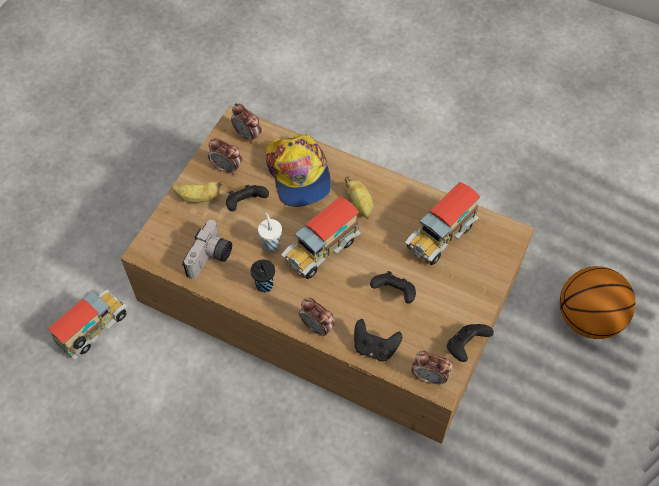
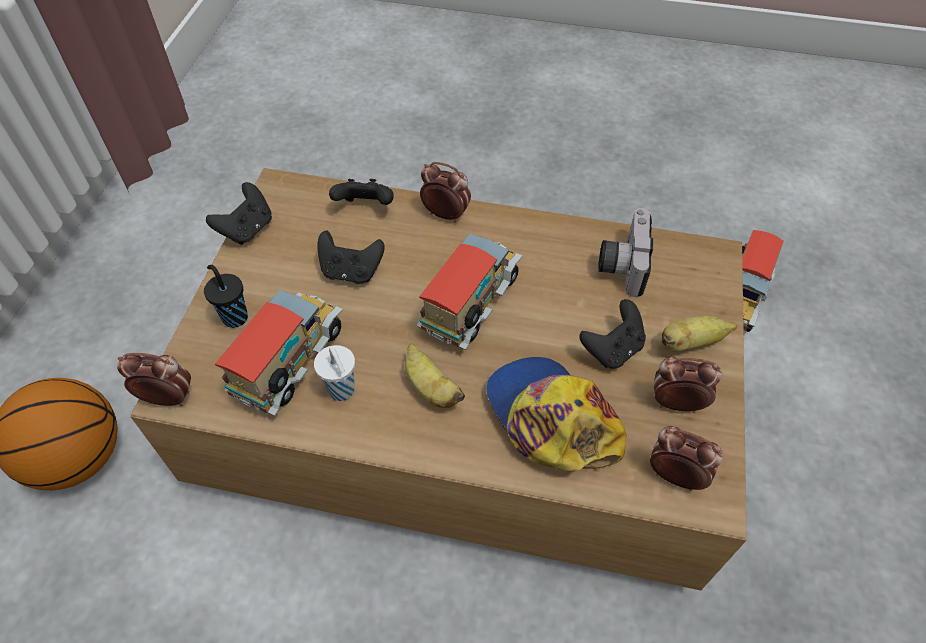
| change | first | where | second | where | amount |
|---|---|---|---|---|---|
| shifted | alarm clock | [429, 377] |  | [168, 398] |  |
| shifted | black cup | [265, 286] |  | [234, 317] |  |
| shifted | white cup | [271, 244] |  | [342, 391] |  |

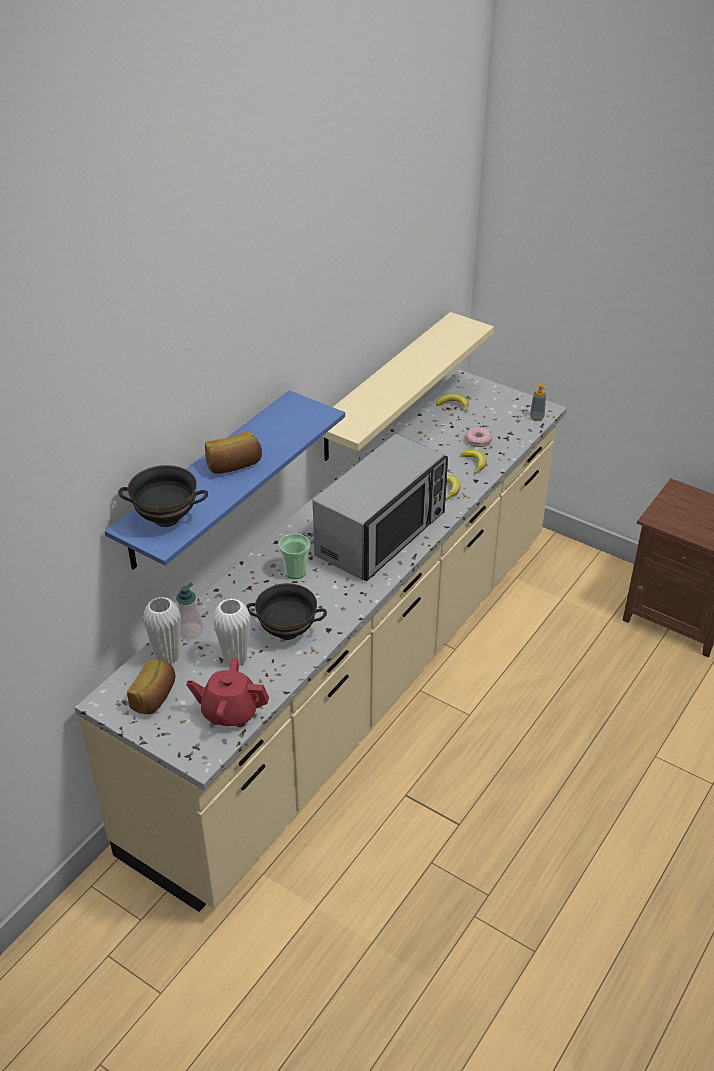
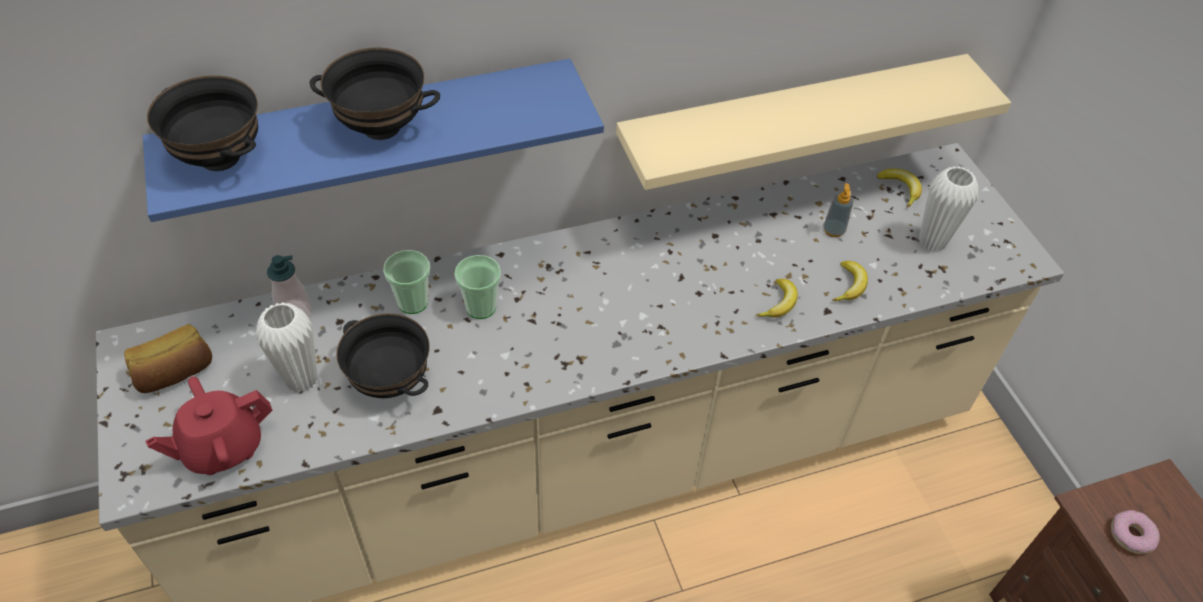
| change | first | where | second | where | amount |
|---|---|---|---|---|---|
| rotated | red teapot | [230, 712] |  | [222, 447] | 75 degrees counterclockwise |
| swapped | bread | [234, 465] | black bowl | [381, 128] |  |
| new |  |  | cup | [413, 302] |  |
| shifted | soap dispenser | [536, 417] |  | [834, 230] |  |
| shifted | white vase | [167, 657] |  | [932, 241] |  |
| shifted | donut | [478, 440] |  | [1131, 535] |  |
| gone | microwave | [381, 534] |  |  |  |

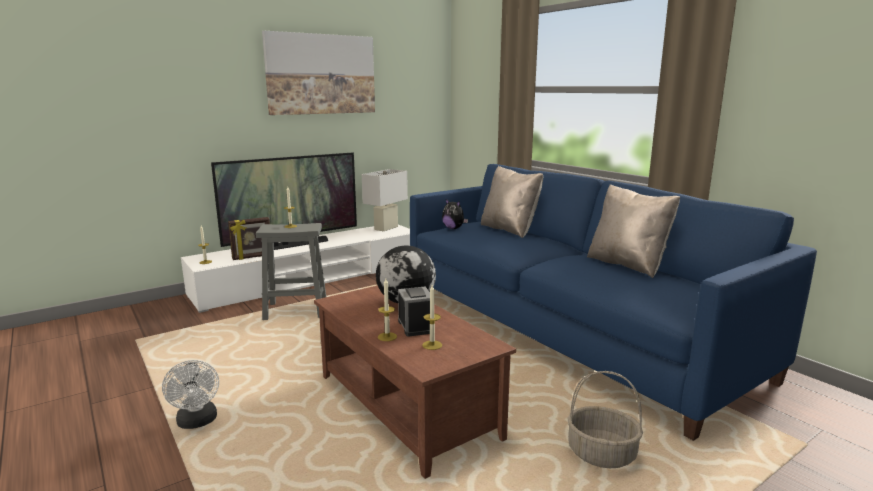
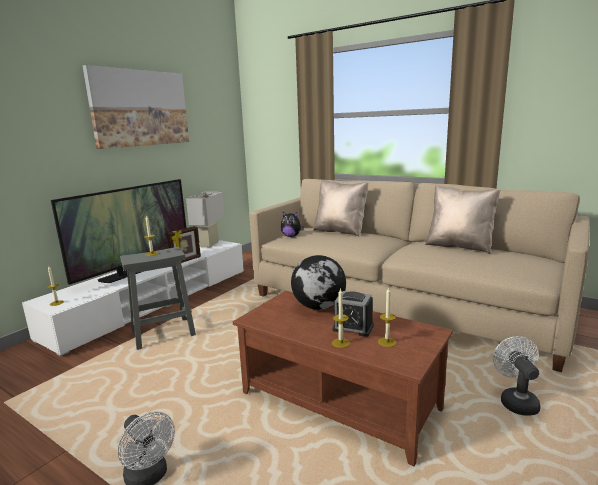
| change | first | where | second | where | amount |
|---|---|---|---|---|---|
| shifted | picture frame | [252, 257] |  | [186, 261] |  |
| repainted | blue sofa | [565, 330] | beige sofa | [401, 305] |  |
| rotated | alarm clock | [416, 326] |  | [353, 327] | 150 degrees clockwise |
| swapped | basket | [600, 454] | white fan | [516, 401] |  |

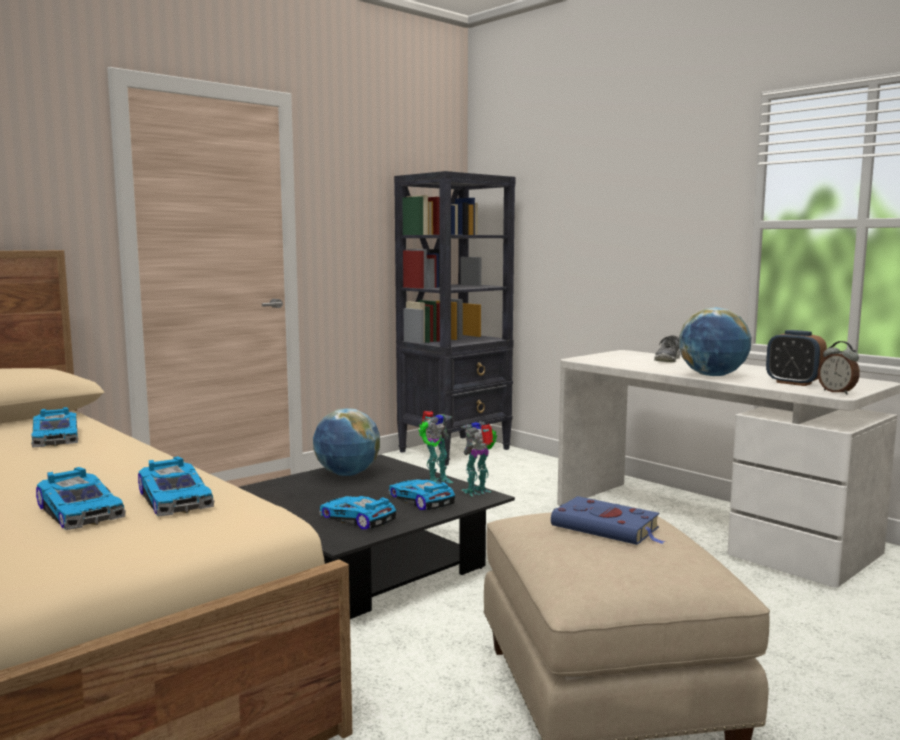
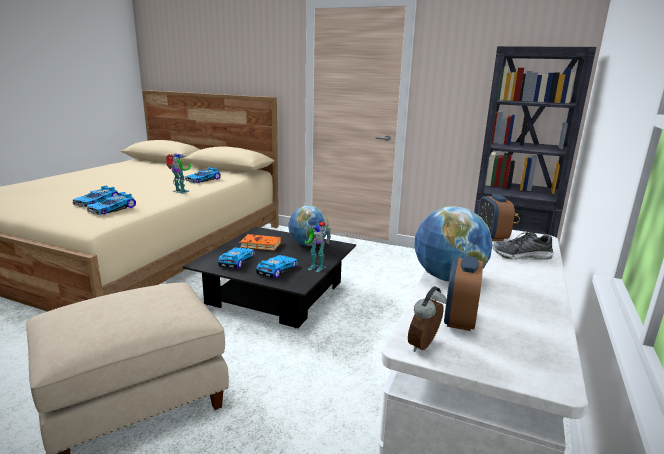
| change | first | where | second | where | amount |
|---|---|---|---|---|---|
| shifted | toy robot | [478, 492] |  | [180, 192] |  |
| new |  |  | orange book | [259, 245] |  |
| new |  |  | alarm clock | [491, 236] |  |
| gone | blue book | [608, 528] |  |  |  |

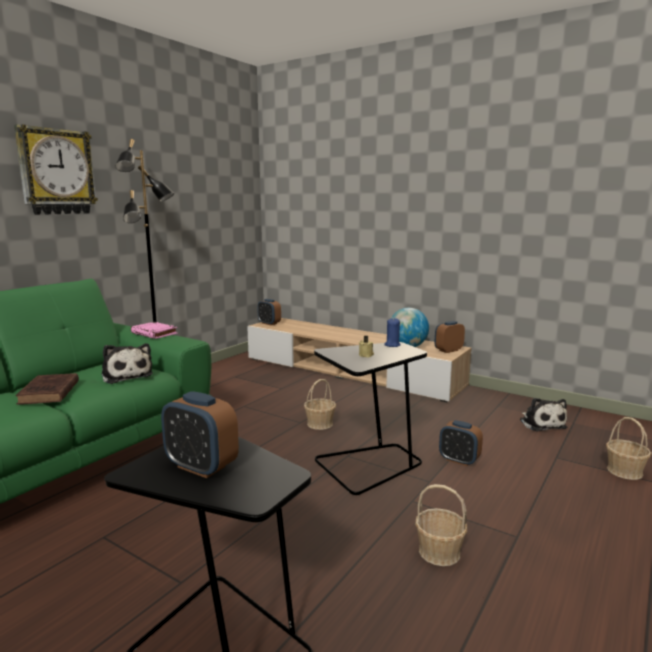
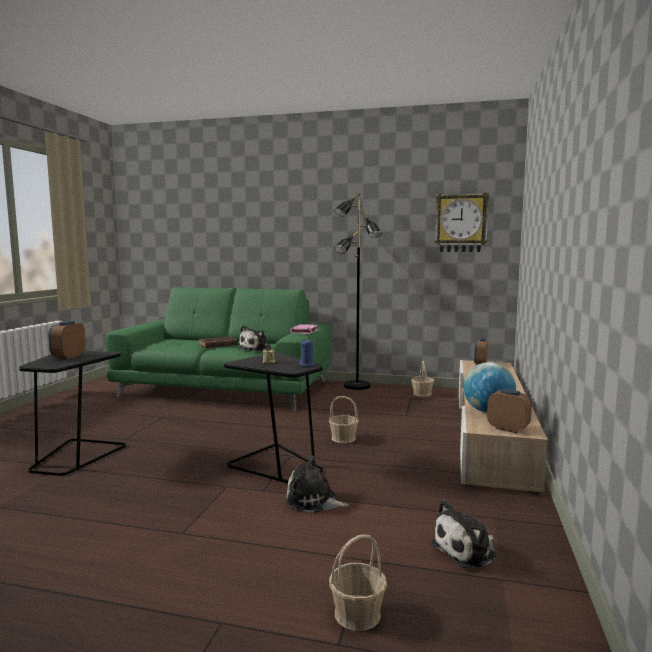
| change | first | where | second | where | amount |
|---|---|---|---|---|---|
| swapped | alarm clock | [459, 460] | plush toy | [313, 501] |  |
| shifted | basket | [439, 552] |  | [422, 394] |  |
| shifted | wall clock | [56, 172] |  | [461, 223] |  |

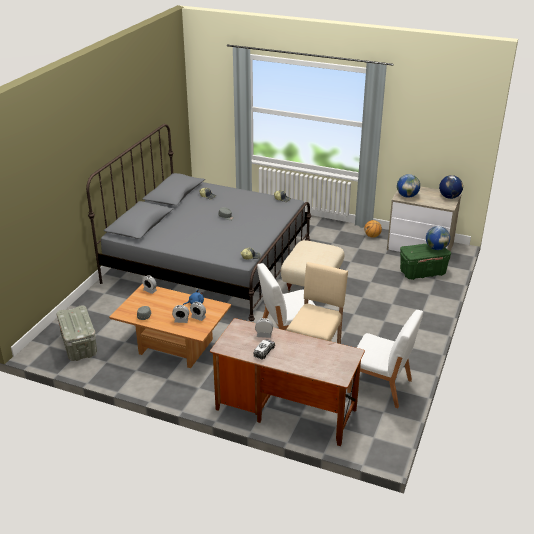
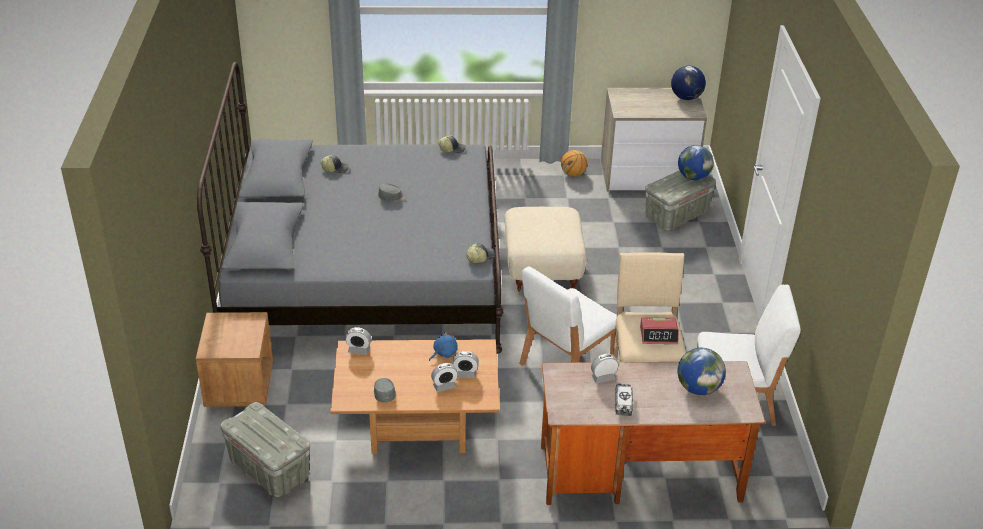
| change | first | where | second | where | amount |
|---|---|---|---|---|---|
| new |  |  | brown nightstand | [239, 386] |  |
| new |  |  | alarm clock | [659, 335] |  |
| repainted | green storage box | [422, 272] | grey storage box | [676, 215] |  |
| shifted | globe | [407, 196] |  | [698, 388] |  |

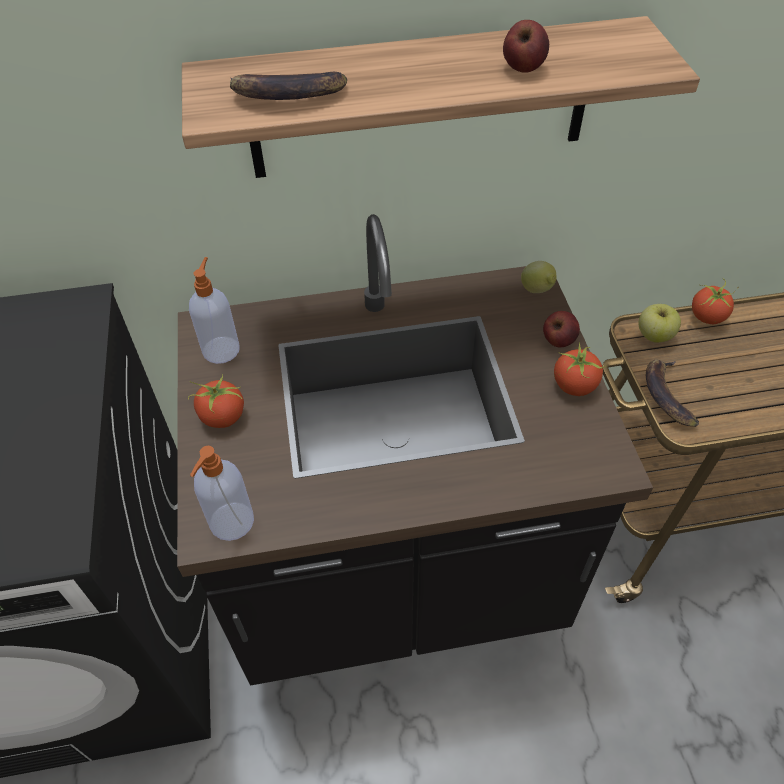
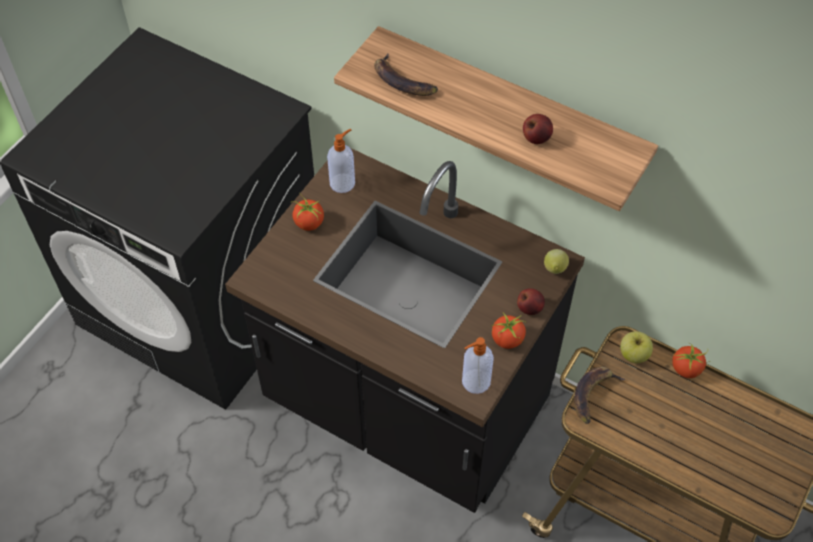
| change | first | where | second | where | amount |
|---|---|---|---|---|---|
| shifted | soap dispenser | [231, 523] |  | [475, 382] |  |

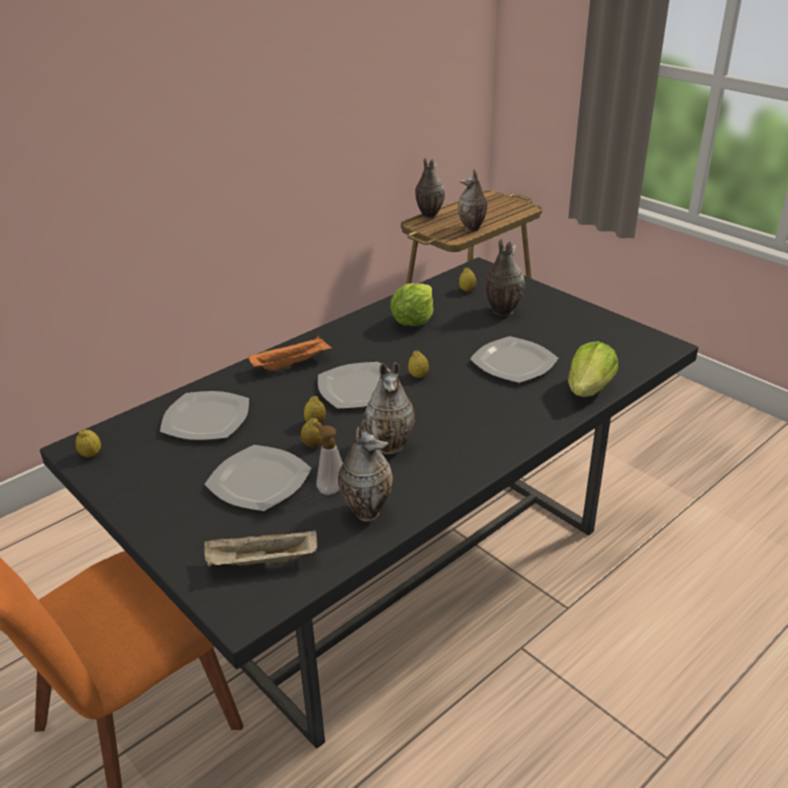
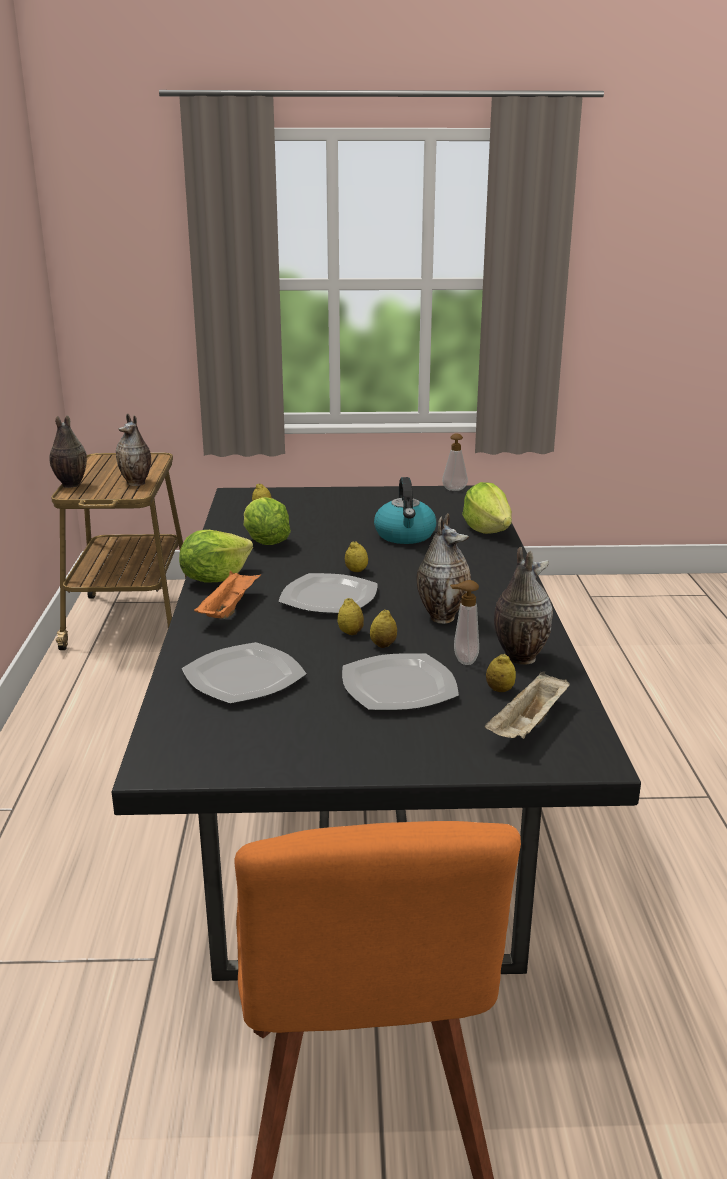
| change | first | where | second | where | amount |
|---|---|---|---|---|---|
| new |  |  | lettuce | [214, 578] |  |
| swapped | plate | [514, 362] | kettle | [405, 536] |  |
| new |  |  | soap dispenser | [454, 489] |  |
| shifted | lemon | [91, 454] |  | [499, 690] |  |
| gone | vase | [501, 311] |  |  |  |

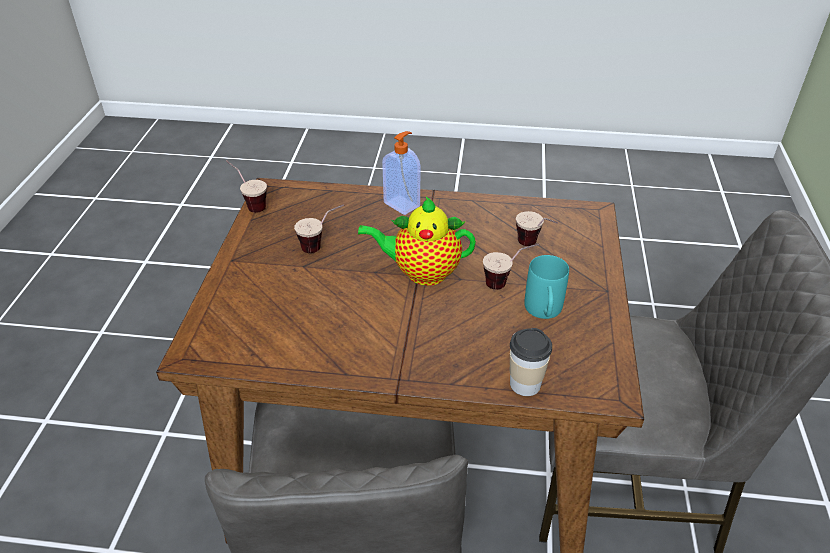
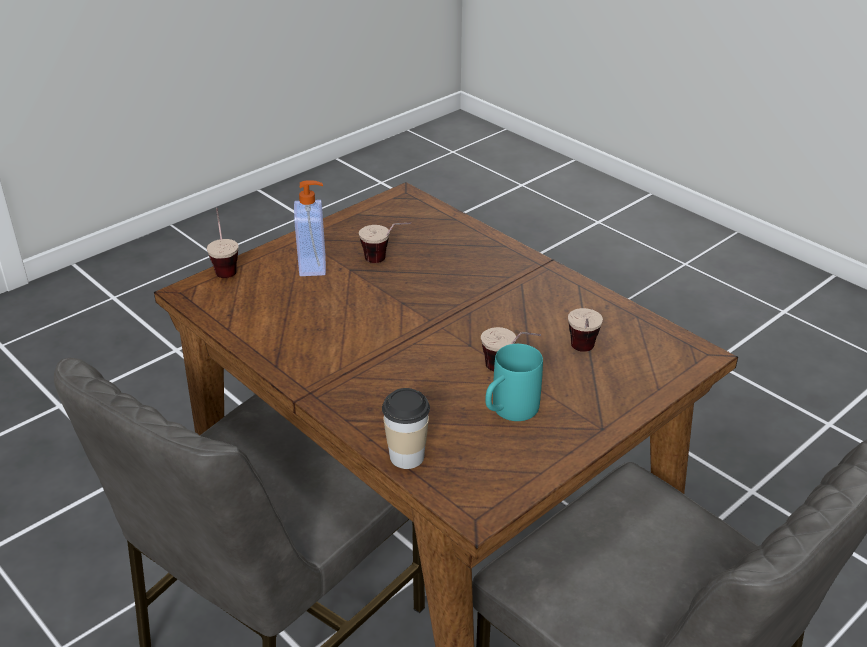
| change | first | where | second | where | amount |
|---|---|---|---|---|---|
| shifted | cup | [249, 204] |  | [225, 266] |  |
| shifted | soap dispenser | [402, 204] |  | [314, 266] |  |
| gone | teapot | [421, 273] |  |  |  |

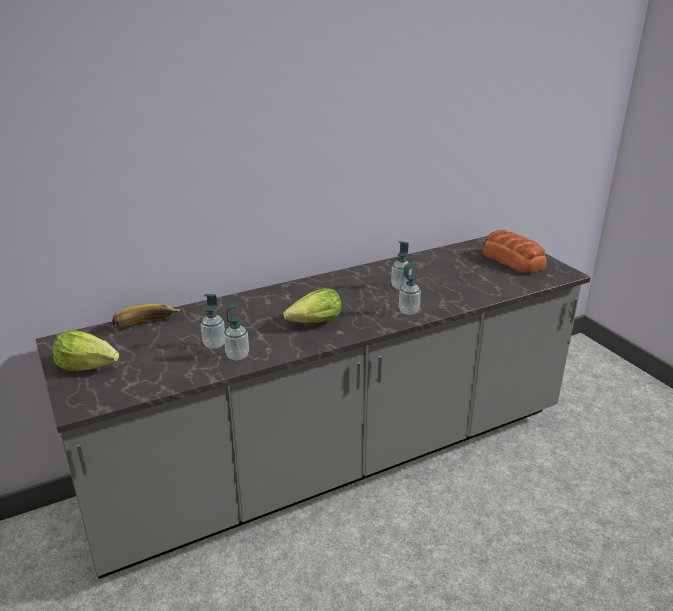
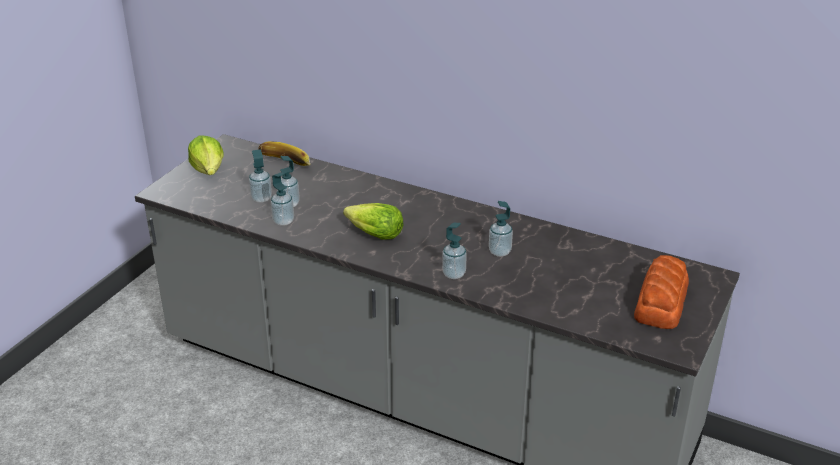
| change | first | where | second | where | amount |
|---|---|---|---|---|---|
| new |  |  | soap dispenser | [261, 198] |  |

